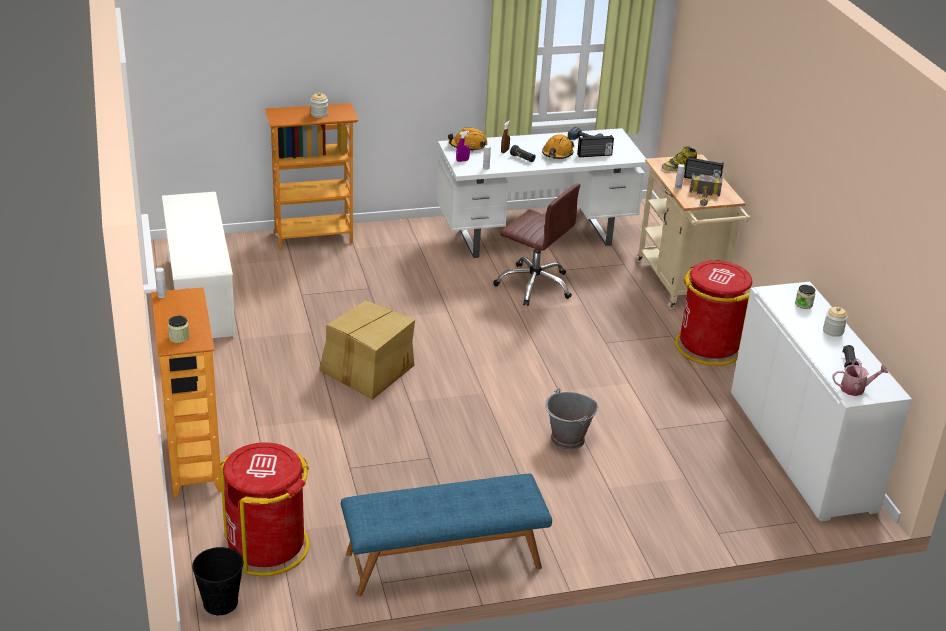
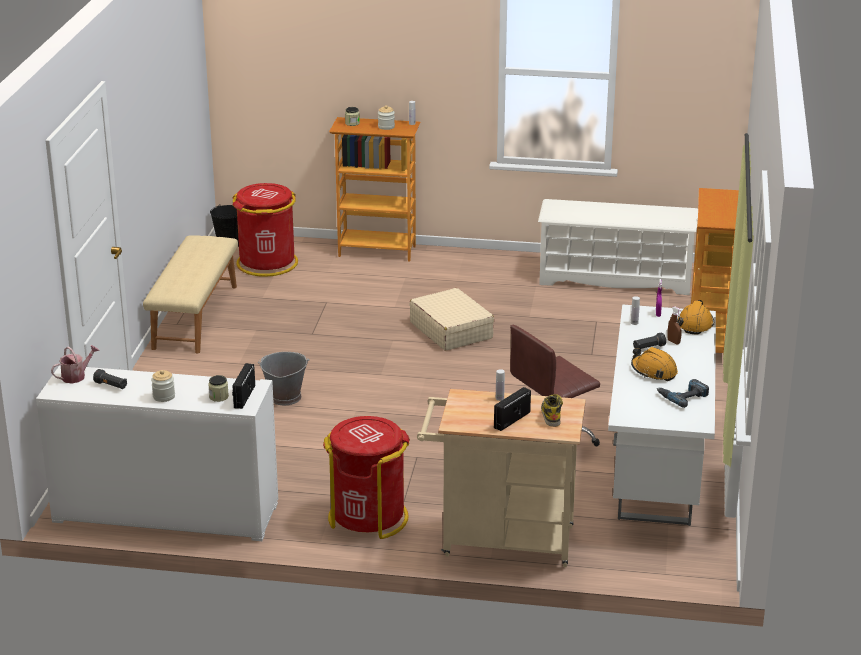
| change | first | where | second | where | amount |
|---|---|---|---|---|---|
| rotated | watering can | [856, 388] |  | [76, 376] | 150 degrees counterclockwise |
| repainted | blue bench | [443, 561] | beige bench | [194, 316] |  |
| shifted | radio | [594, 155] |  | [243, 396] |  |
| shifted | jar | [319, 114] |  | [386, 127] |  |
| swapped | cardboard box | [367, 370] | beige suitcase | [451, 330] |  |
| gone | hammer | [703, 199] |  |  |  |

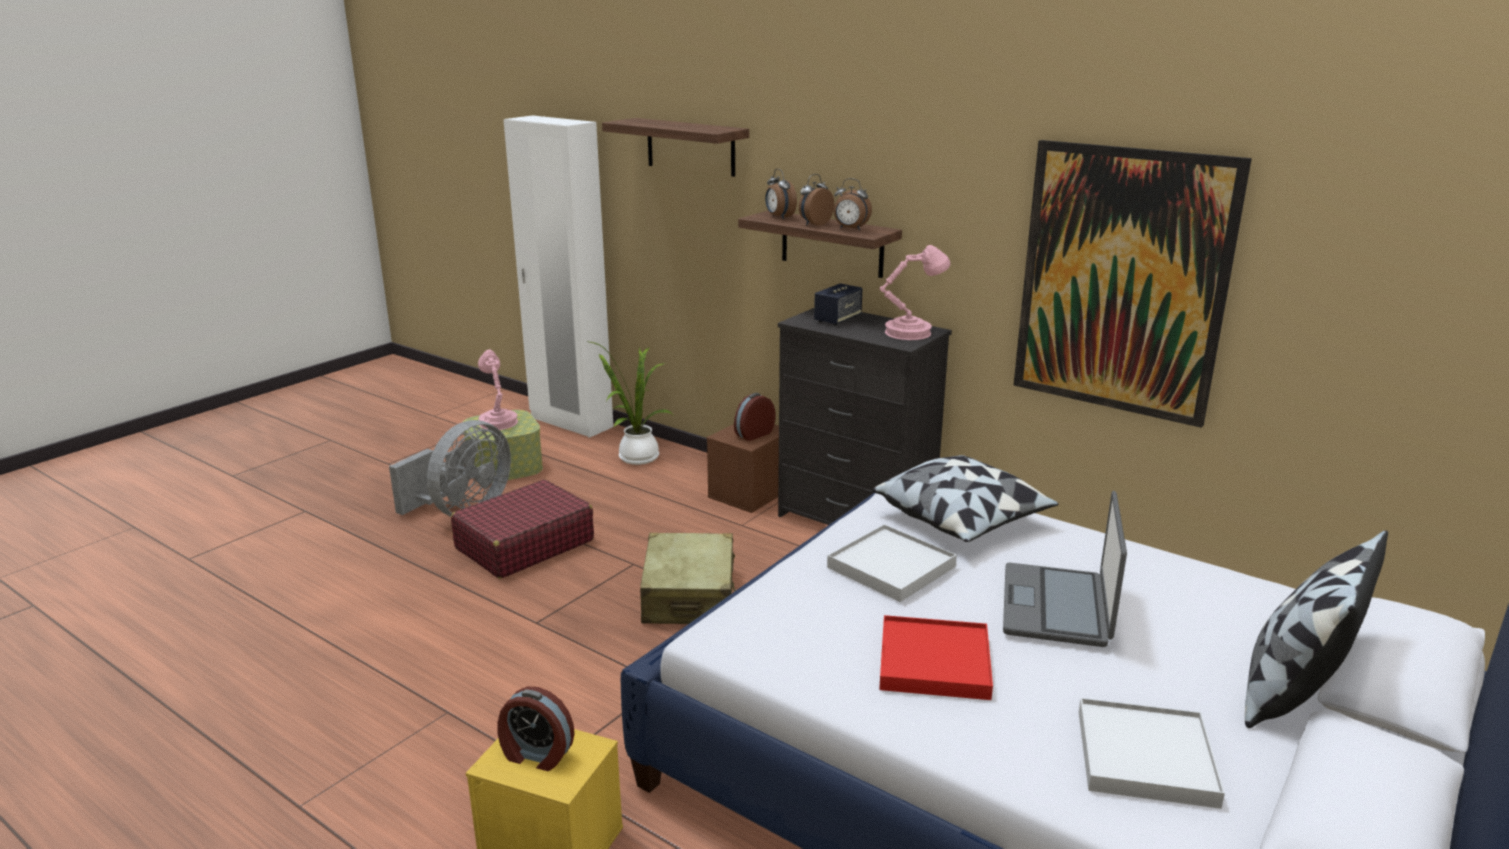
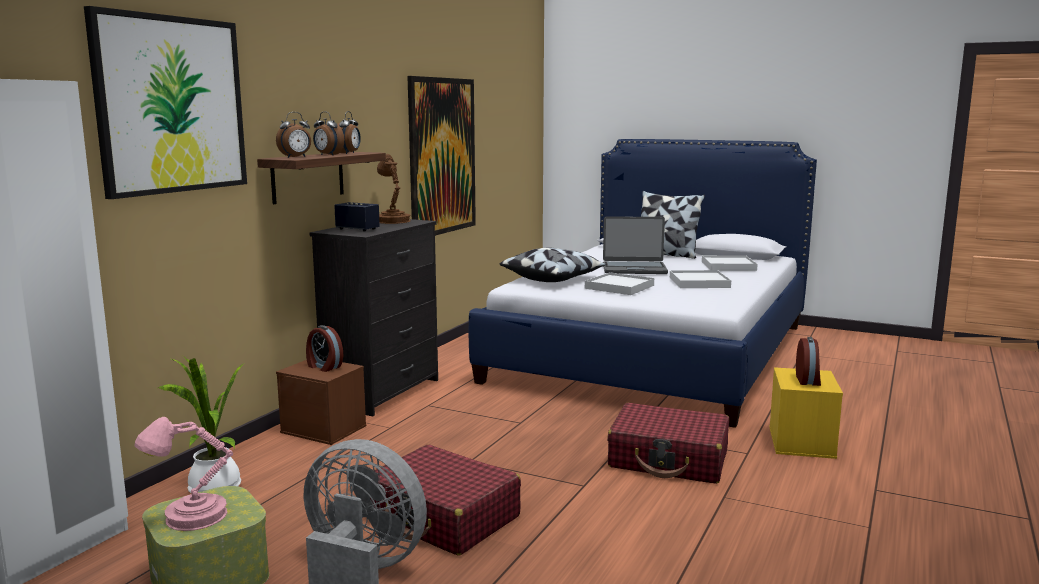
| change | first | where | second | where | amount |
|---|---|---|---|---|---|
| swapped | shelf | [690, 147] | picture | [171, 105] |  |
| repainted | pink table lamp | [911, 332] | brown table lamp | [392, 221] |  |
| new |  |  | red suitcase | [669, 459] |  |
| repainted | red tray | [934, 662] | white tray | [699, 282] |  |
| gone | beige suitcase | [689, 596] |  |  |  |

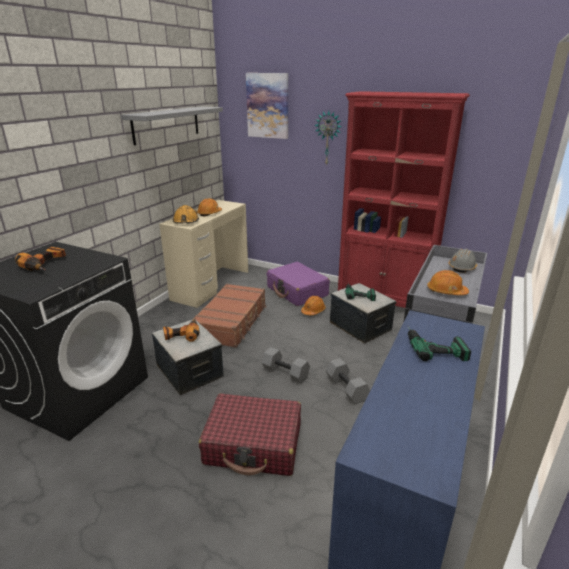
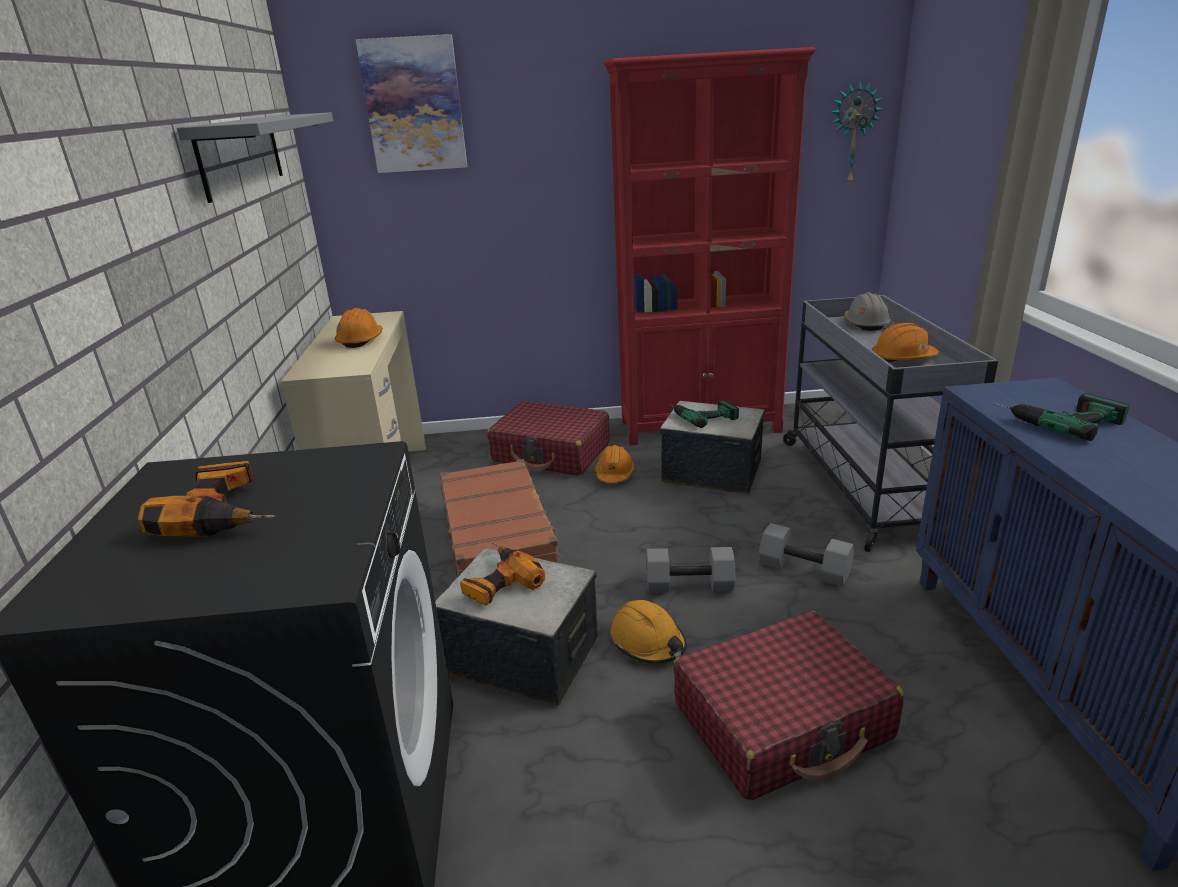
| change | first | where | second | where | amount |
|---|---|---|---|---|---|
| repainted | purple suitcase | [297, 291] | red suitcase | [551, 453] |  |
| shifted | orange hard hat | [186, 221] |  | [648, 642] |  |
| shifted | wall clock | [328, 138] |  | [852, 134] |  |

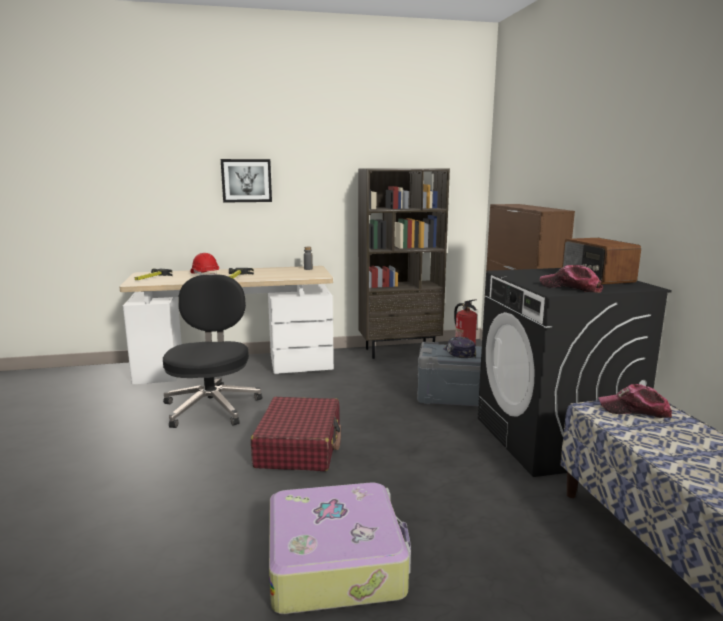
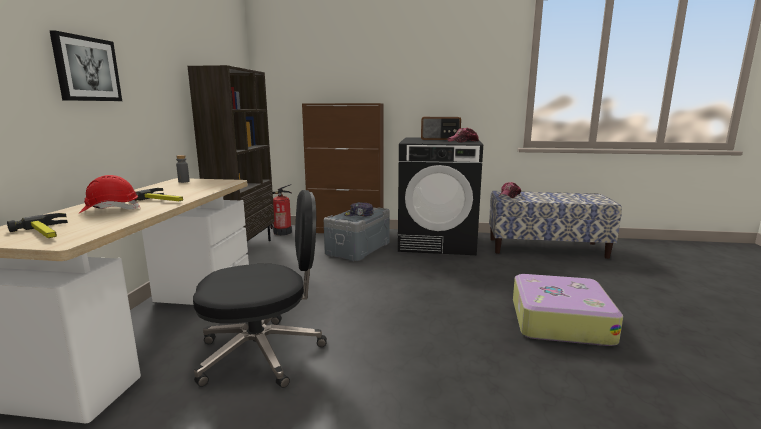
| change | first | where | second | where | amount |
|---|---|---|---|---|---|
| rotated | black office chair | [212, 406] |  | [263, 353] | 150 degrees clockwise |
| gone | red suitcase | [299, 446] |  |  |  |

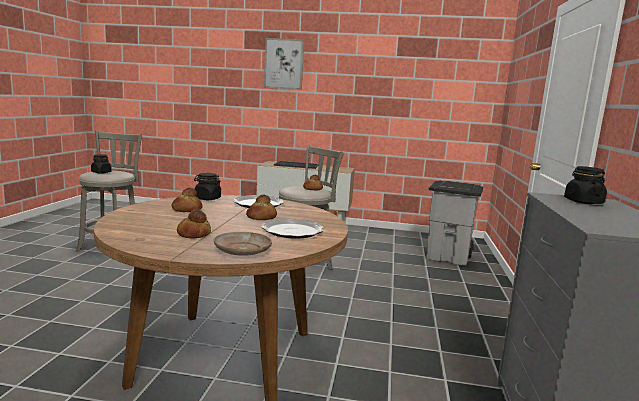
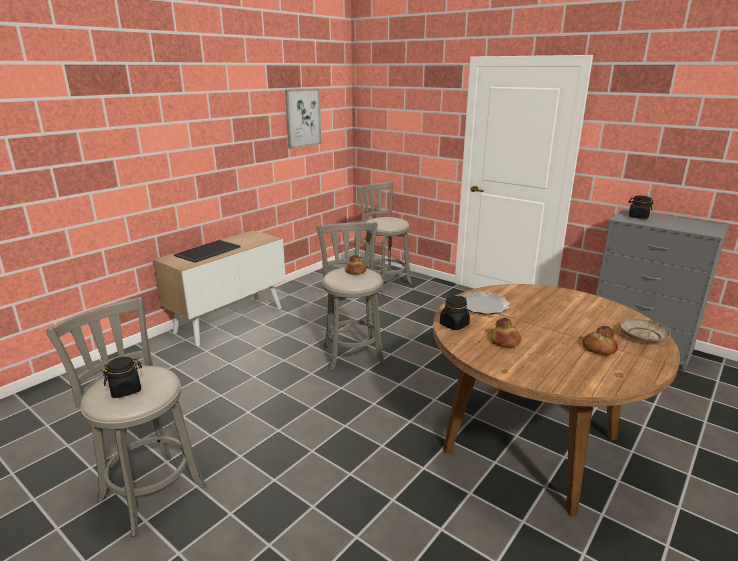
| change | first | where | second | where | amount |
|---|---|---|---|---|---|
| shifted | picture | [284, 64] |  | [302, 118] |  |
| swapped | grey trash can | [448, 257] | grey stool | [384, 283] |  |
| gone | bread | [261, 217] |  |  |  |
| gone | plate | [293, 231] |  |  |  |

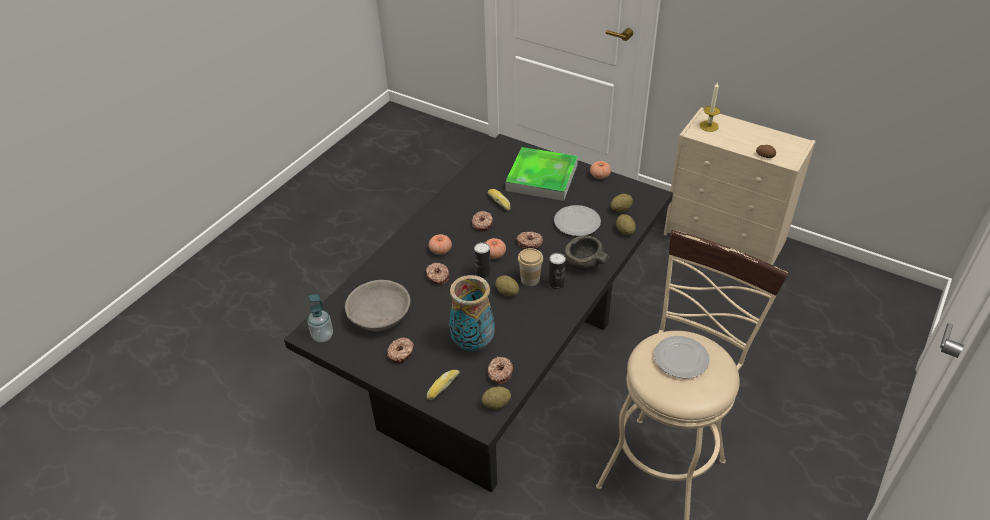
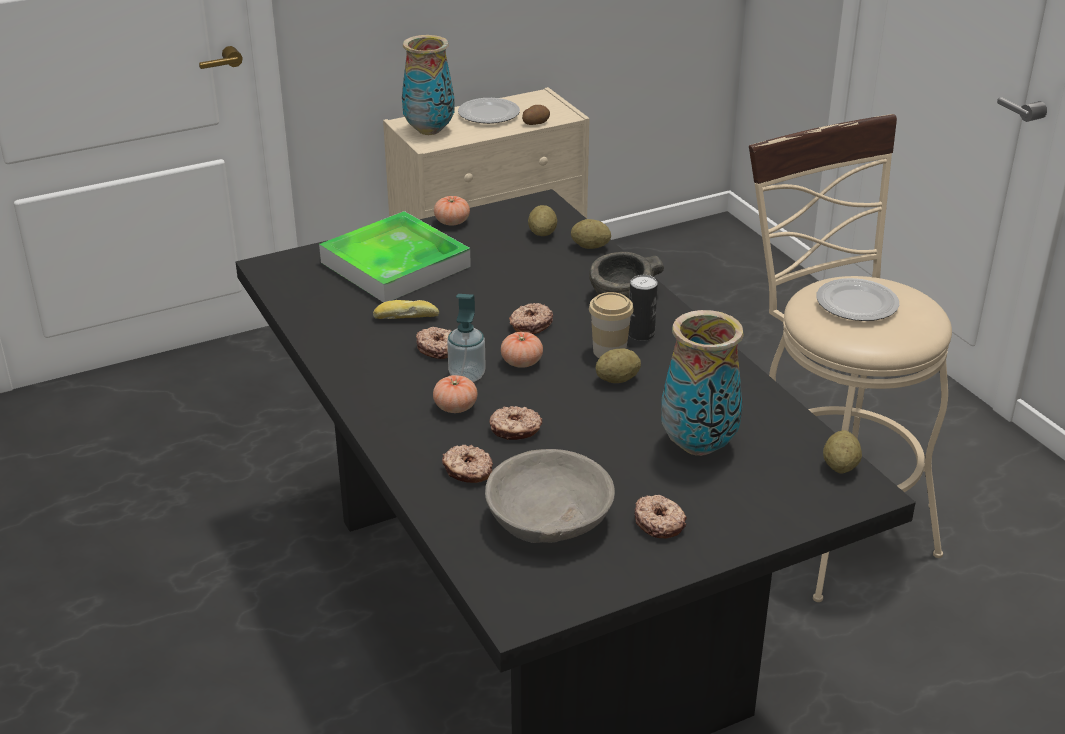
| change | first | where | second | where | amount |
|---|---|---|---|---|---|
| swapped | candle | [709, 126] | vase | [429, 130] |  |
| shifted | donut | [499, 373] |  | [468, 471] |  |
| shifted | soap dispenser | [322, 336] |  | [467, 375] |  |
| shifted | plate | [577, 222] |  | [488, 114] |  |
| gone | bread | [442, 386] |  |  |  |
| gone | can | [483, 273] |  |  |  |

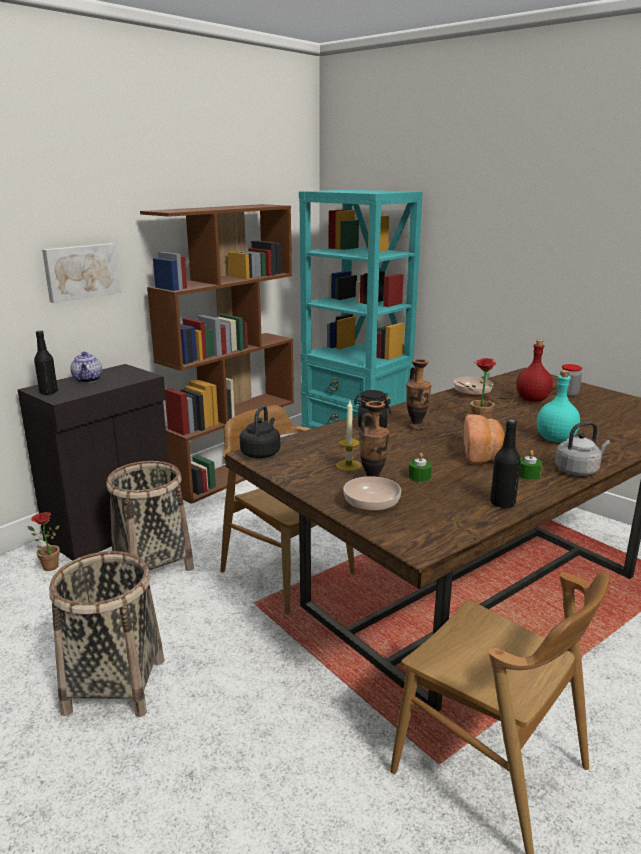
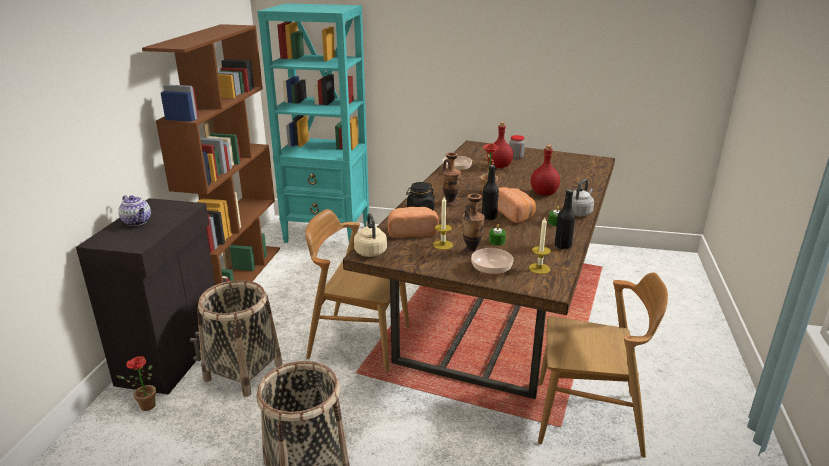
| change | first | where | second | where | amount |
|---|---|---|---|---|---|
| repainted | black kettle | [261, 453] | beige kettle | [370, 251] |  |
| new |  |  | bread | [412, 232] |  |
| shifted | black bottle | [48, 392] |  | [489, 217] |  |
| new |  |  | candle | [539, 268] |  |
| repainted | turquoise bottle | [555, 439] | red bottle | [543, 193] |  |
| gone | picture | [81, 271] |  |  |  |

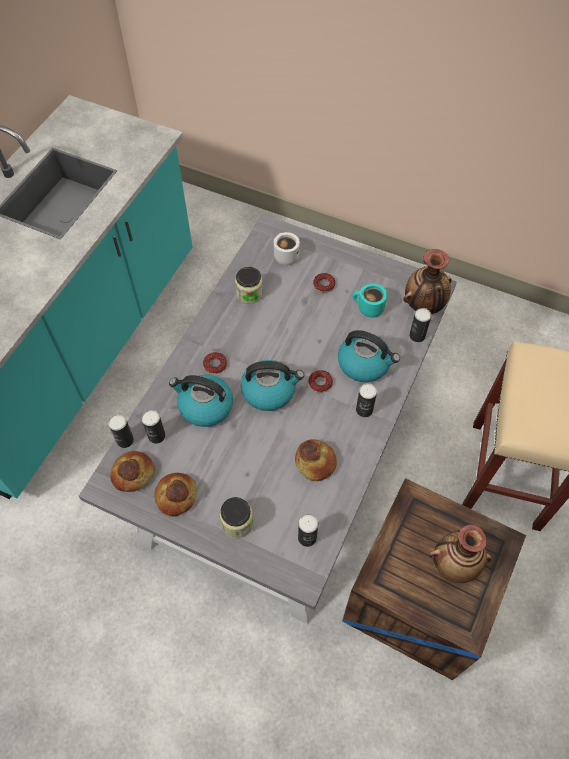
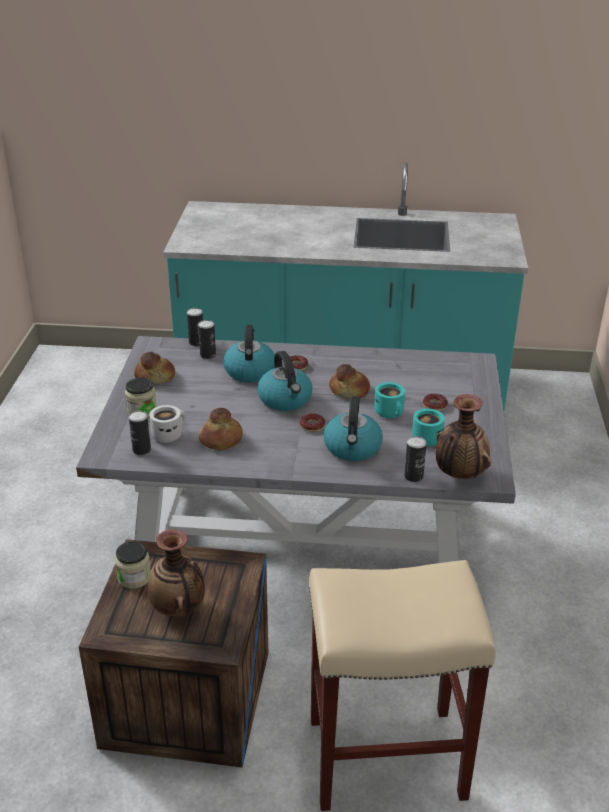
| change | first | where | second | where | amount |
|---|---|---|---|---|---|
| shifted | jar | [249, 294] |  | [134, 577] |  |
| shifted | white mug | [284, 256] |  | [168, 434] |  |
| shifted | bread | [133, 473] |  | [350, 390] |  |
| new |  |  | turquoise mug | [391, 413] |  |
| gone | can | [364, 410] |  |  |  |

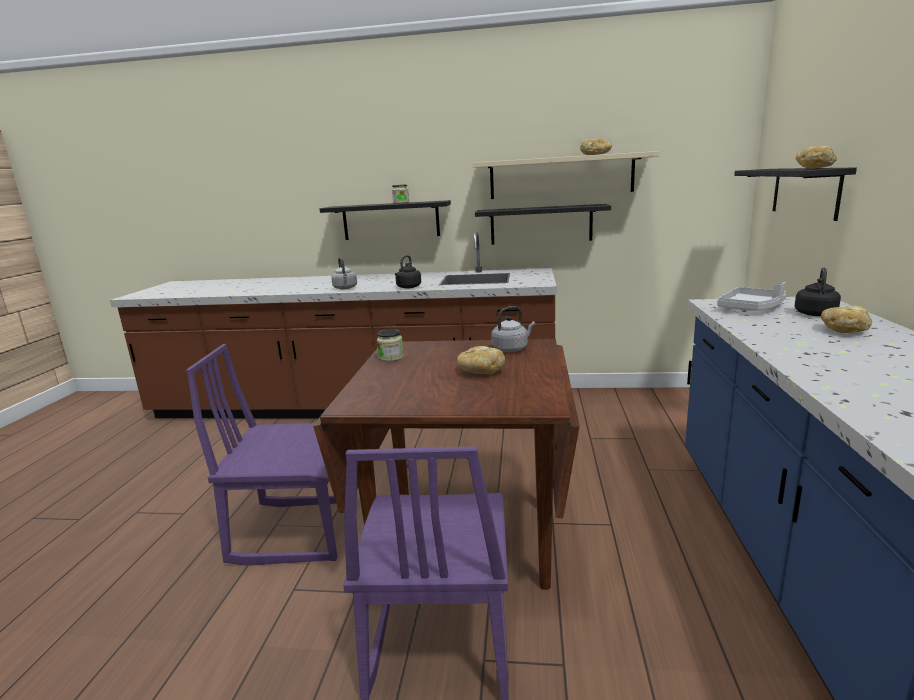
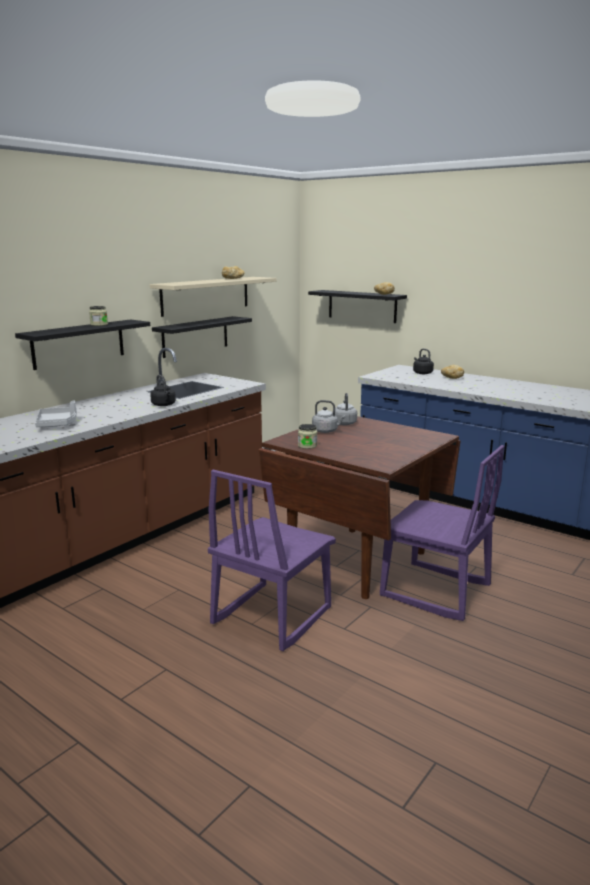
| change | first | where | second | where | amount |
|---|---|---|---|---|---|
| shifted | grey tray | [751, 308] |  | [57, 424] |  |
| shifted | grey kettle | [345, 288] |  | [326, 431] |  |
| gone | bread | [480, 372] |  |  |  |

